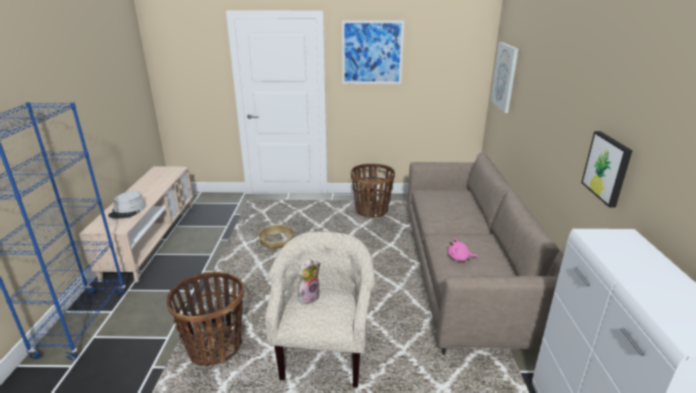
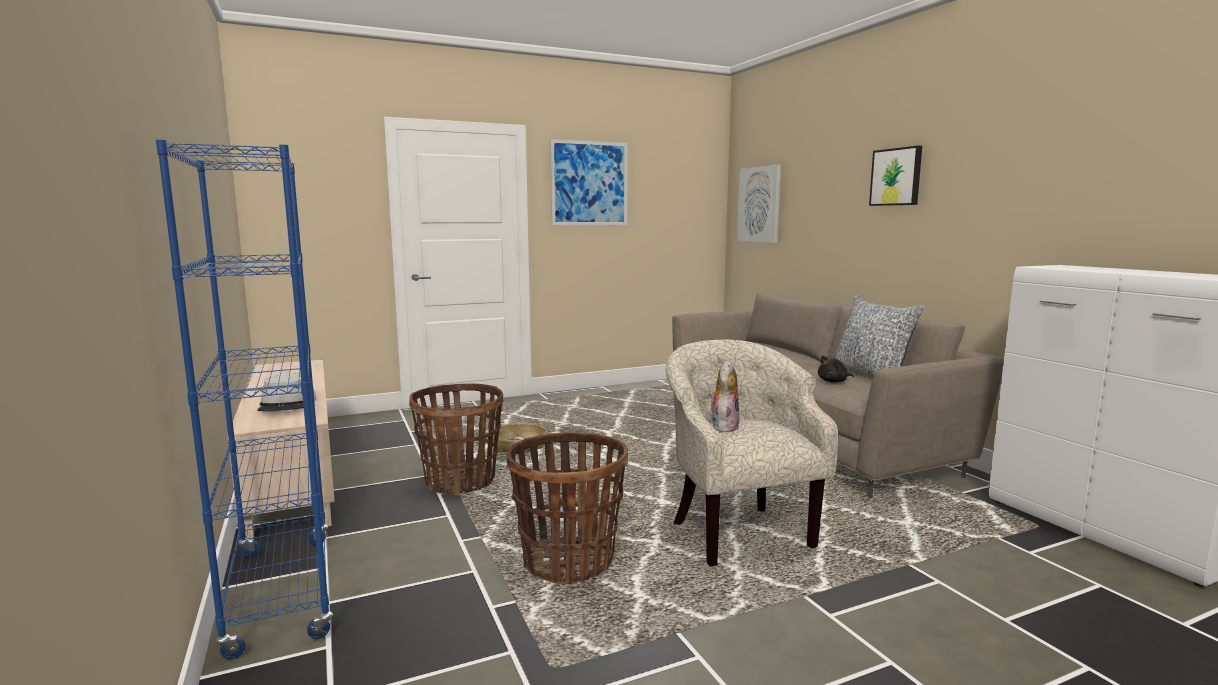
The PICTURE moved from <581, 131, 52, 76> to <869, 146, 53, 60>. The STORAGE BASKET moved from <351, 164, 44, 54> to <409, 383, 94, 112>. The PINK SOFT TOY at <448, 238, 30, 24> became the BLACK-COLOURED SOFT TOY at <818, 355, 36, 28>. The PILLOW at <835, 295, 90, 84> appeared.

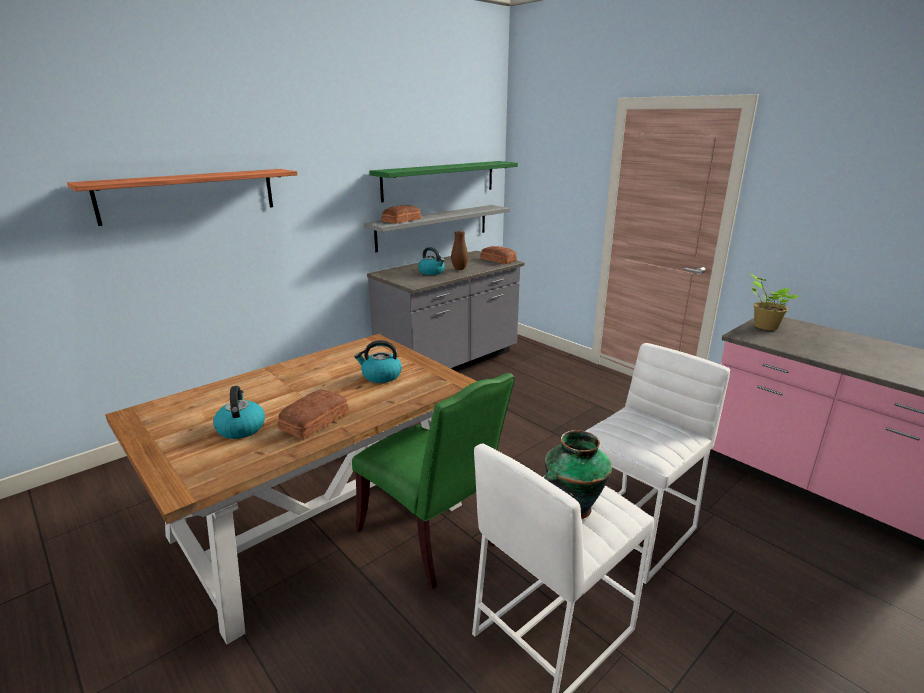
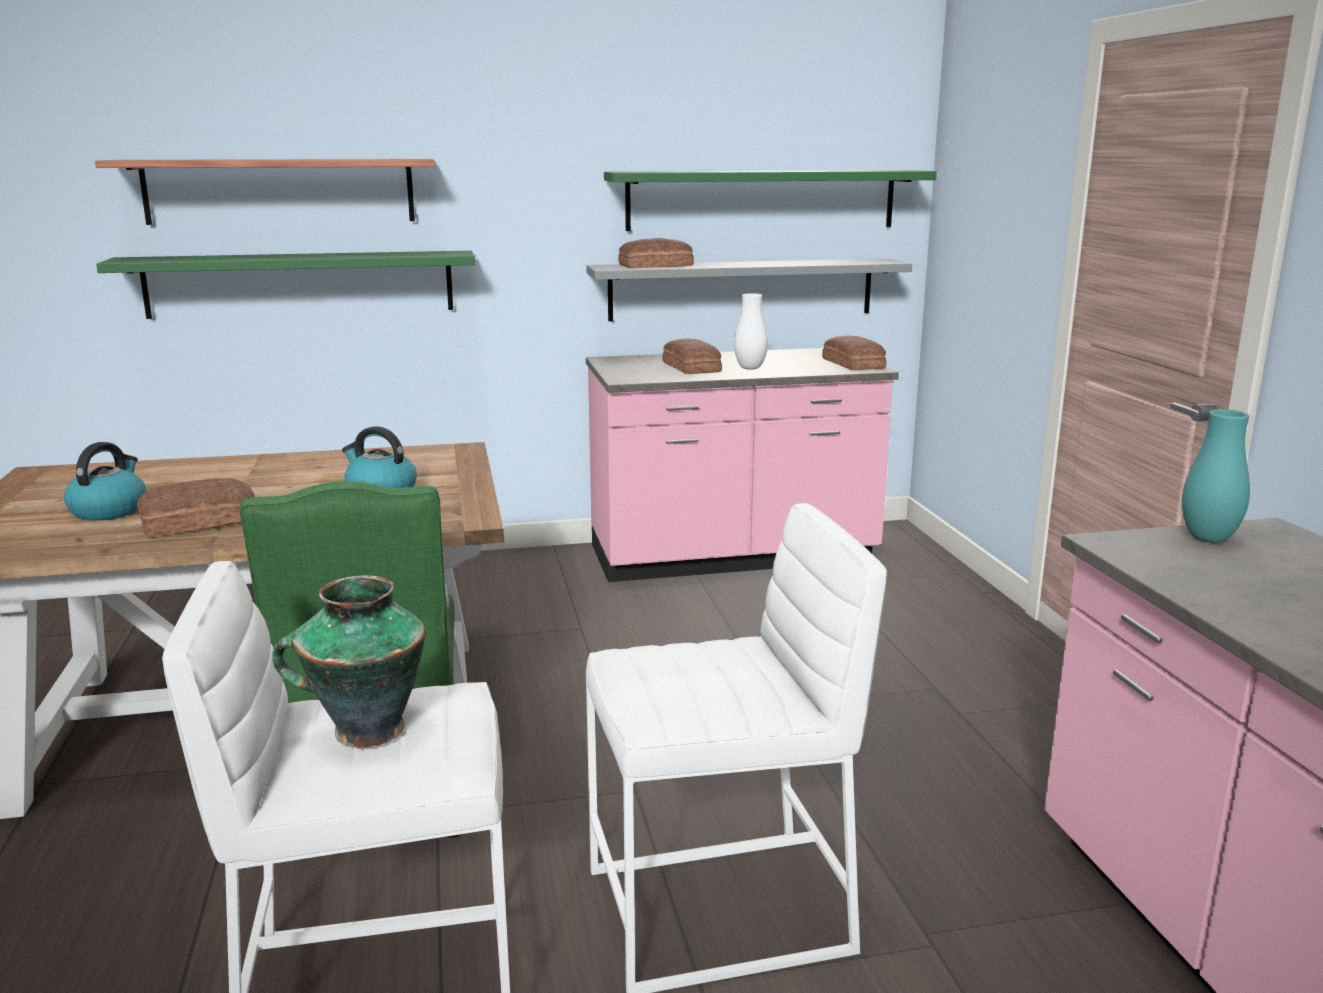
The BROWN VASE at <451, 231, 17, 39> became the WHITISH VASE at <734, 293, 34, 77>. The KETTLE at <418, 247, 27, 28> was replaced by the BAKERY BREAD at <663, 338, 59, 36>. The GREYISH KITCHEN BASE UNIT at <367, 251, 157, 121> became the PINK KITCHEN BASE UNIT at <586, 348, 313, 234>. The POTTED PLANT at <749, 273, 49, 57> was replaced by the BLUE-GREEN VASE at <1182, 409, 68, 134>. The GREEN SHELF at <96, 251, 379, 68> appeared.

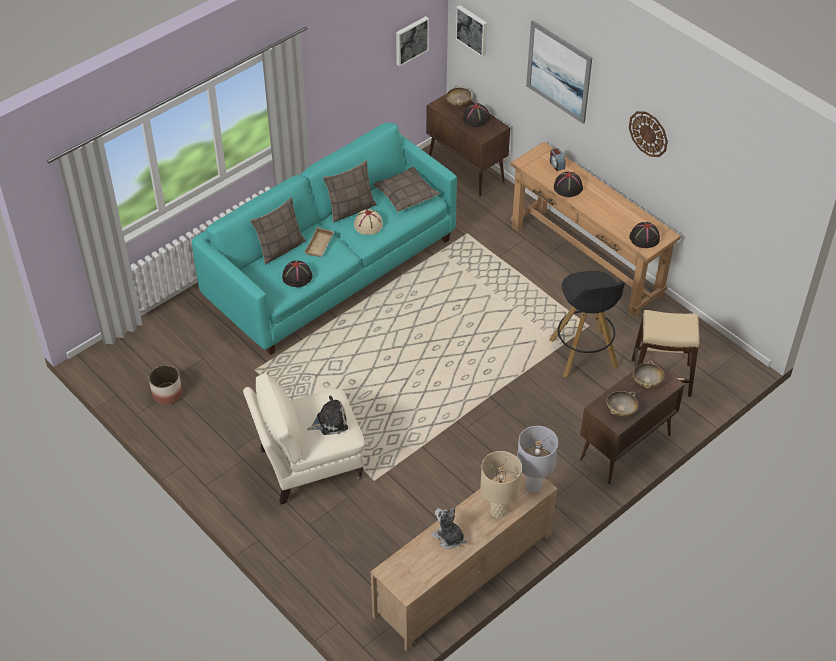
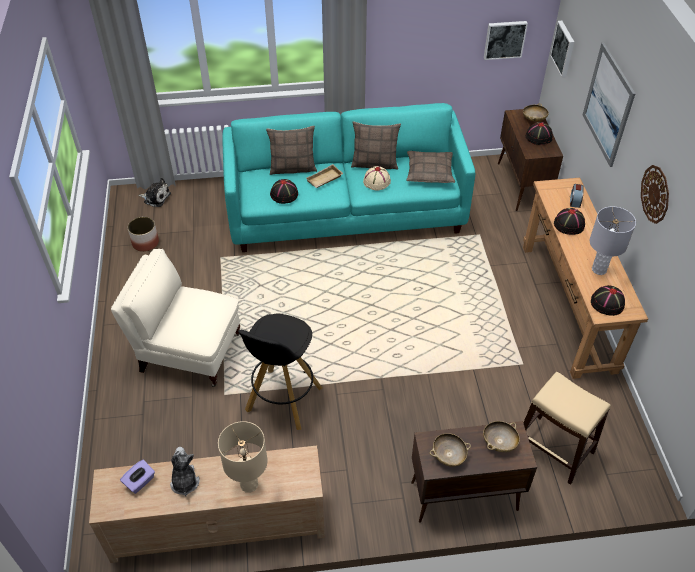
The BLACK-COLOURED STOOL moved from <549, 271, 76, 106> to <238, 314, 84, 116>. The SOFT TOY moved from <307, 396, 41, 39> to <138, 178, 33, 29>. The GREYISH TABLE LAMP moved from <517, 426, 41, 67> to <590, 206, 46, 69>. The PURPLISH TISSUE BOX at <120, 460, 35, 34> appeared.

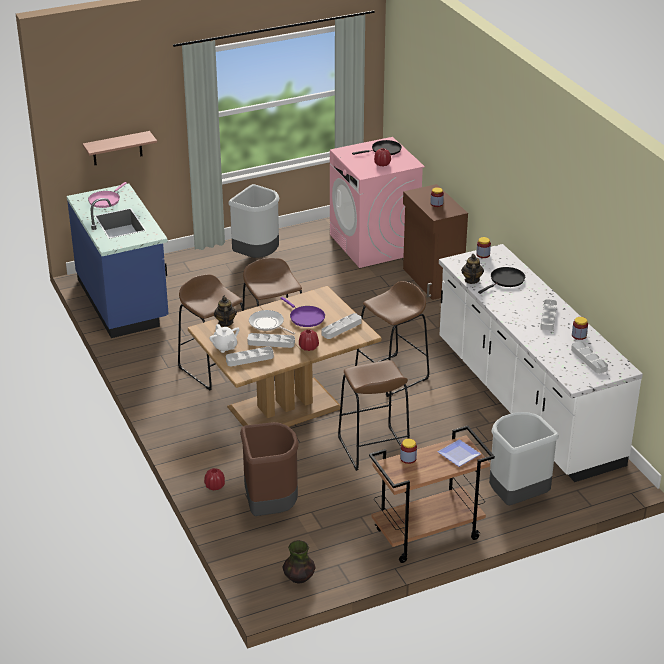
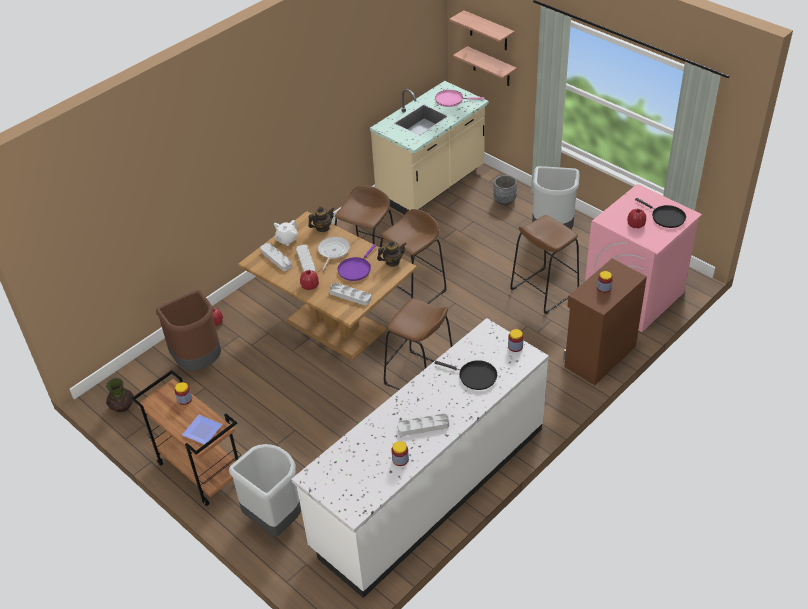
The BLUISH KITCHEN BASE UNIT at <67, 183, 102, 155> became the BEIGE-COLOURED KITCHEN BASE UNIT at <370, 81, 119, 134>. The POT FOR TEA moved from <461, 254, 23, 30> to <377, 240, 29, 27>. The GREYISH CARRYING TRAY at <571, 341, 37, 33> disappeared. The BROWN STOOL moved from <338, 360, 72, 111> to <510, 215, 69, 99>. The SHELF at <449, 10, 66, 40> appeared. The GREYISH PLANTER at <493, 175, 24, 31> appeared.

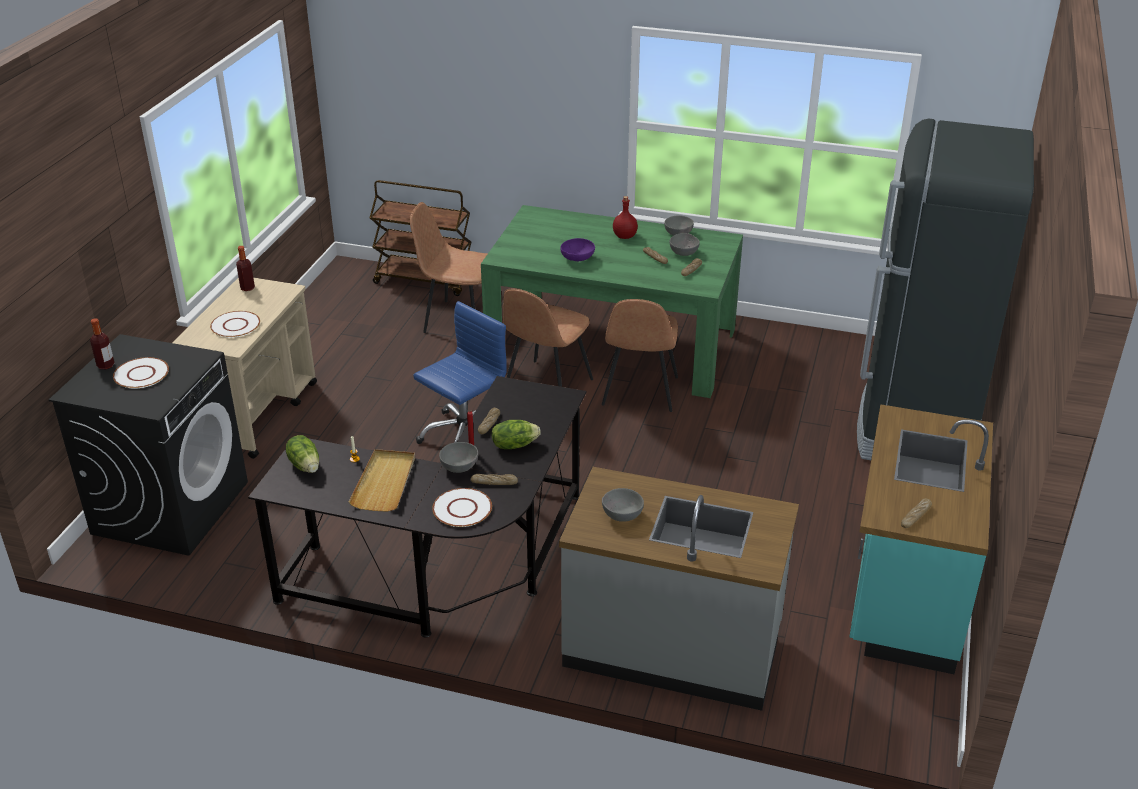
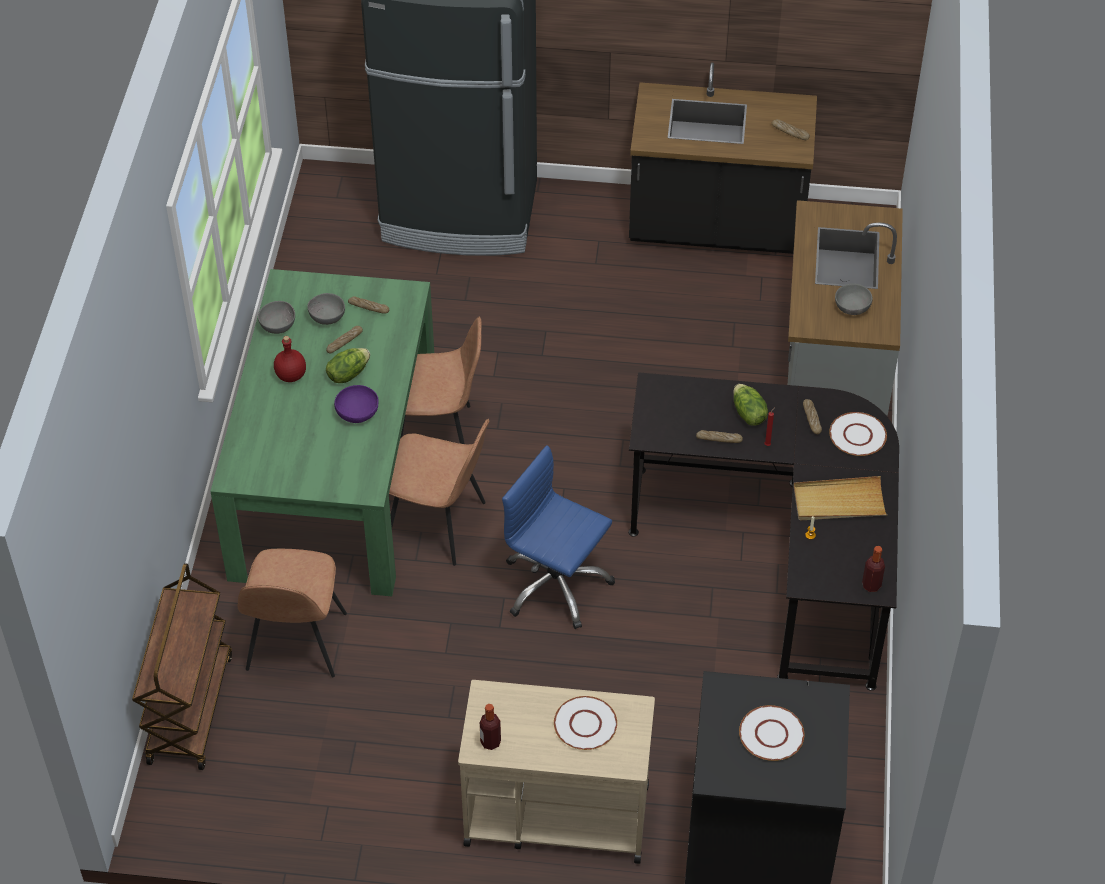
The DRINK BOTTLE moved from <90, 318, 25, 51> to <862, 546, 23, 46>. The BLUE-GREEN KITCHEN BASE UNIT at <849, 404, 144, 270> became the BLACK-COLOURED KITCHEN BASE UNIT at <629, 62, 188, 192>. The HEAD OF LETTUCE moved from <286, 435, 33, 38> to <326, 348, 44, 35>. The GREYISH SERVING BOWL at <439, 442, 39, 31> disappeared.

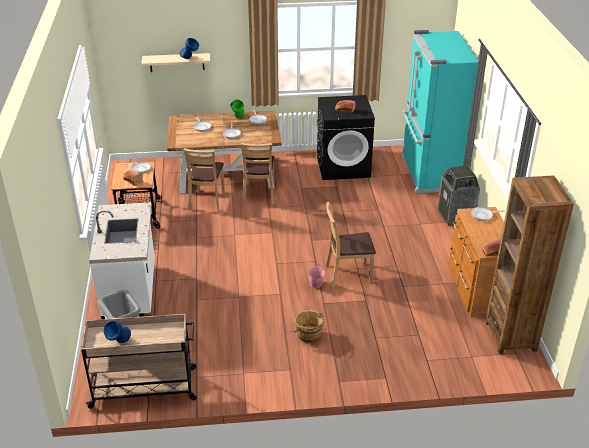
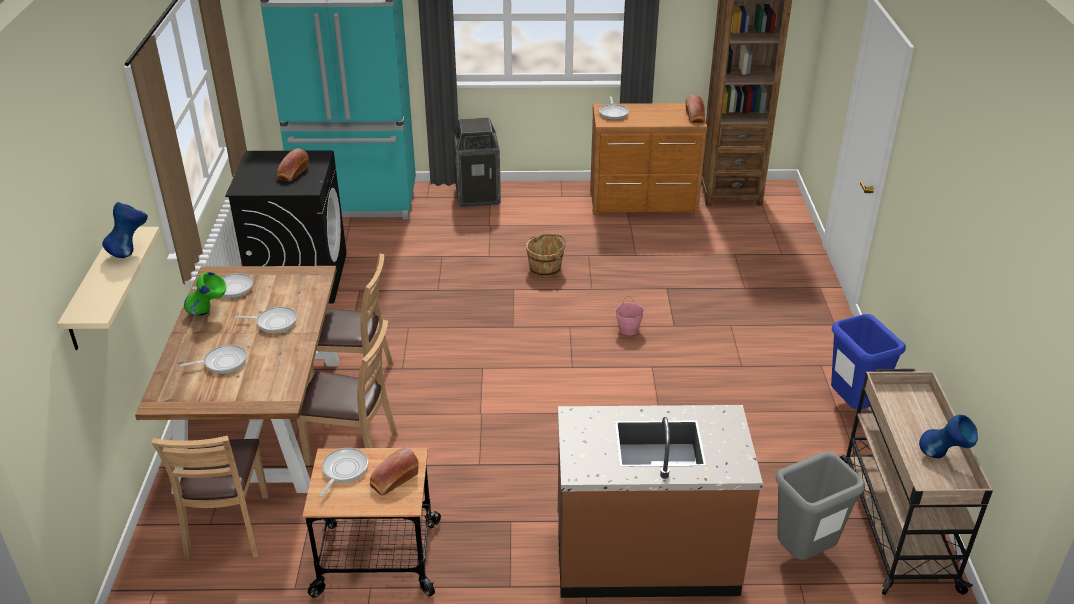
The WHITISH KITCHEN BASE UNIT at <89, 202, 66, 117> became the BROWN KITCHEN BASE UNIT at <558, 405, 205, 193>. The BROWN UPRIGHT CHAIR moved from <326, 202, 50, 85> to <151, 436, 118, 124>. The BROWN PAIL moved from <294, 310, 30, 33> to <526, 234, 40, 43>. The BLUISH TRASH CAN at <831, 314, 75, 95> appeared.

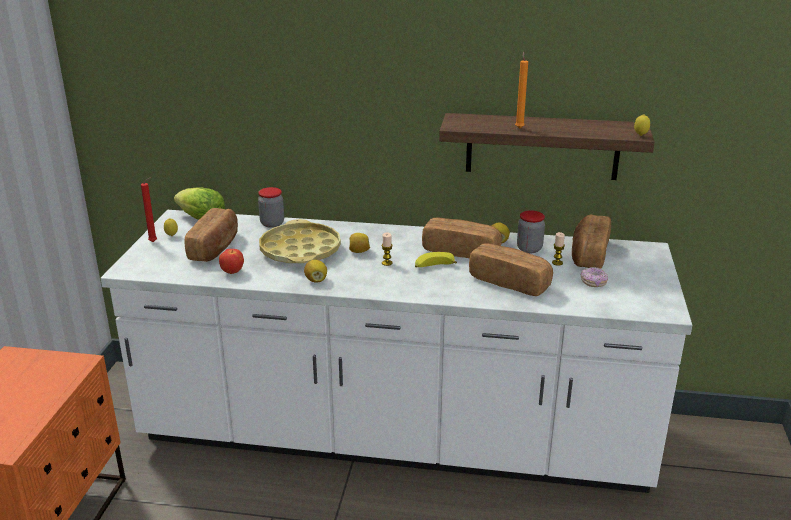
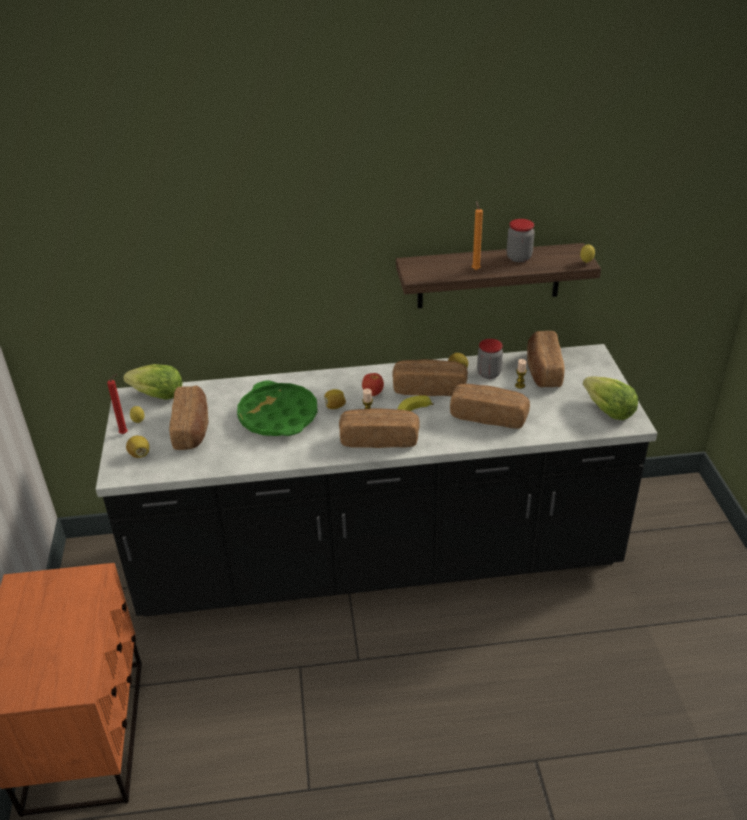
The PRESERVE JAR moved from <258, 187, 26, 41> to <507, 219, 28, 43>. The WHITISH KITCHEN BASE UNIT at <100, 210, 592, 283> became the BLACK-COLOURED KITCHEN BASE UNIT at <96, 344, 561, 273>. The YELLOWISH CARRYING TRAY at <259, 219, 82, 44> became the GREEN CARRYING TRAY at <237, 381, 81, 55>. The APPLE FRUIT moved from <219, 249, 25, 25> to <362, 373, 22, 23>. The WHOLE LEMON moved from <304, 259, 23, 24> to <126, 436, 23, 22>. The DONUT at <581, 267, 27, 20> disappeared. The HEAD OF LETTUCE at <583, 376, 55, 44> appeared. The BAKERY BREAD at <339, 408, 80, 40> appeared.

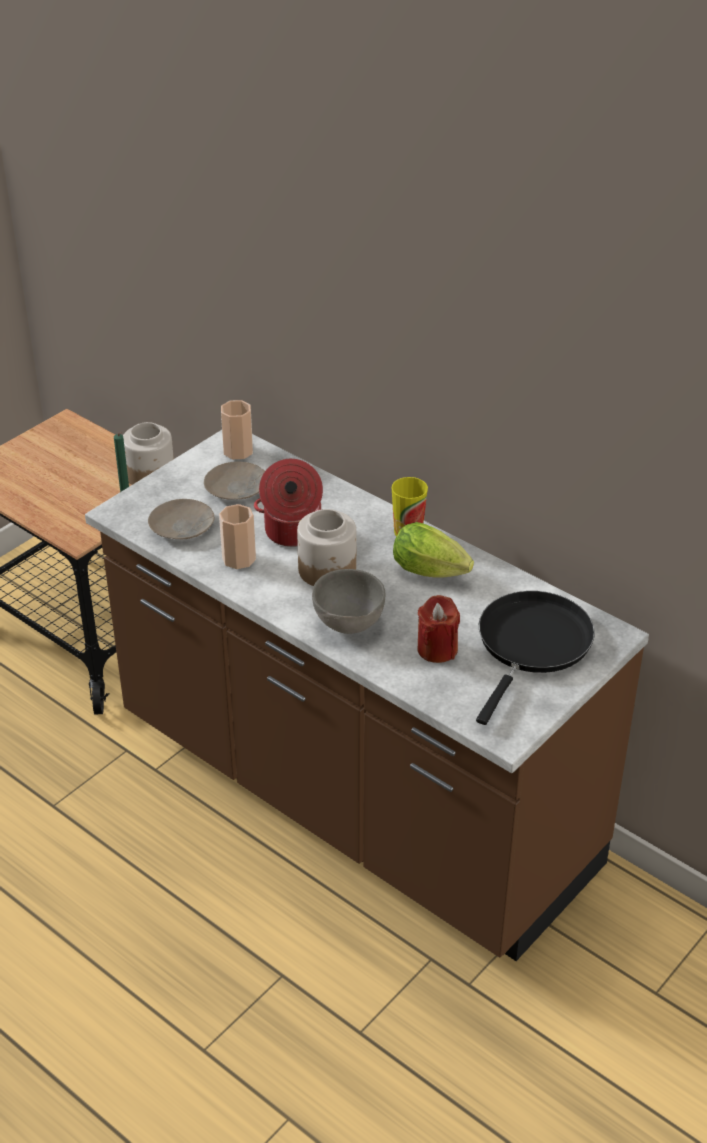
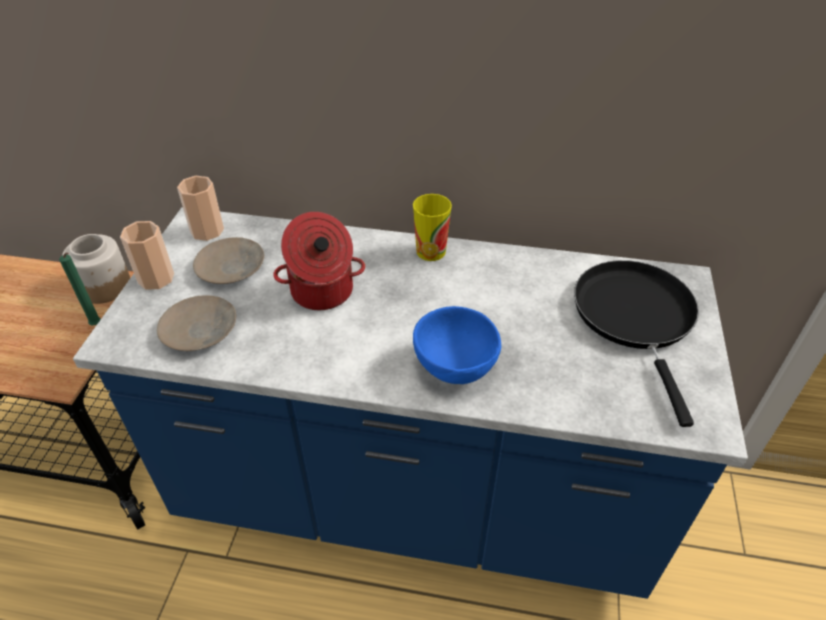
The BROWN KITCHEN BASE UNIT at <85, 430, 564, 531> became the BLUISH KITCHEN BASE UNIT at <73, 207, 675, 392>. The DRINKING CUP moved from <219, 504, 37, 65> to <120, 221, 54, 69>. The PRESERVE JAR at <297, 509, 59, 77> disappeared. The HEAD OF LETTUCE at <393, 522, 81, 56> disappeared. The GREYISH SERVING BOWL at <312, 569, 73, 65> became the BLUISH SERVING BOWL at <413, 306, 88, 78>. The RED-COLOURED WAX CANDLE at <417, 595, 43, 68> disappeared.

